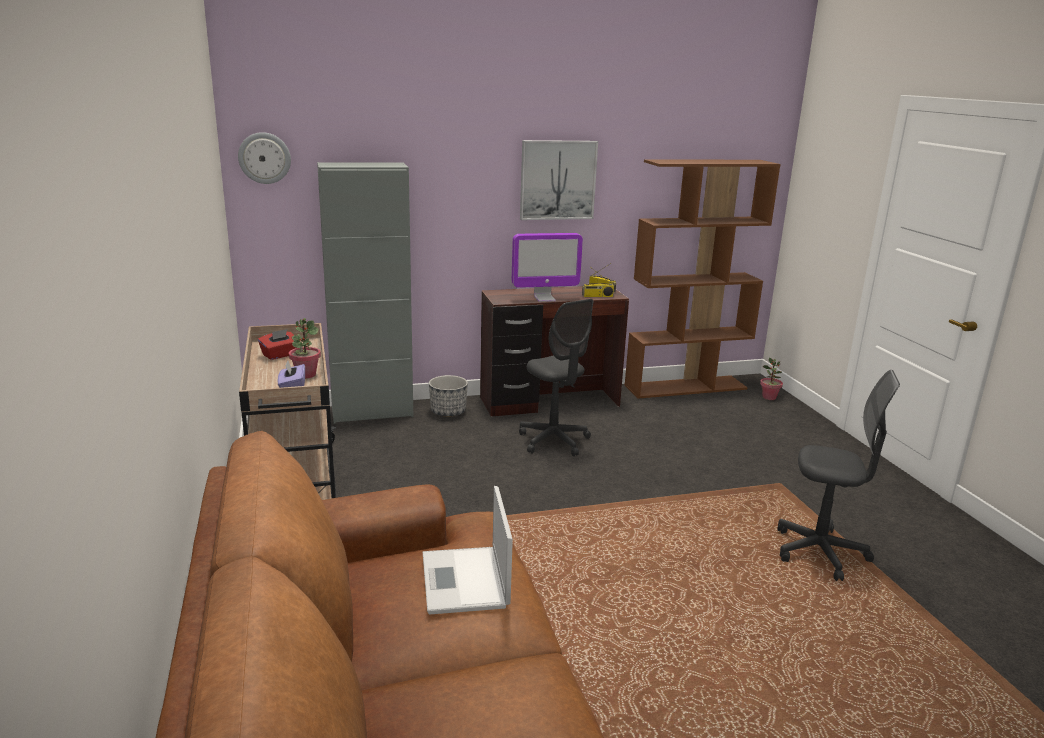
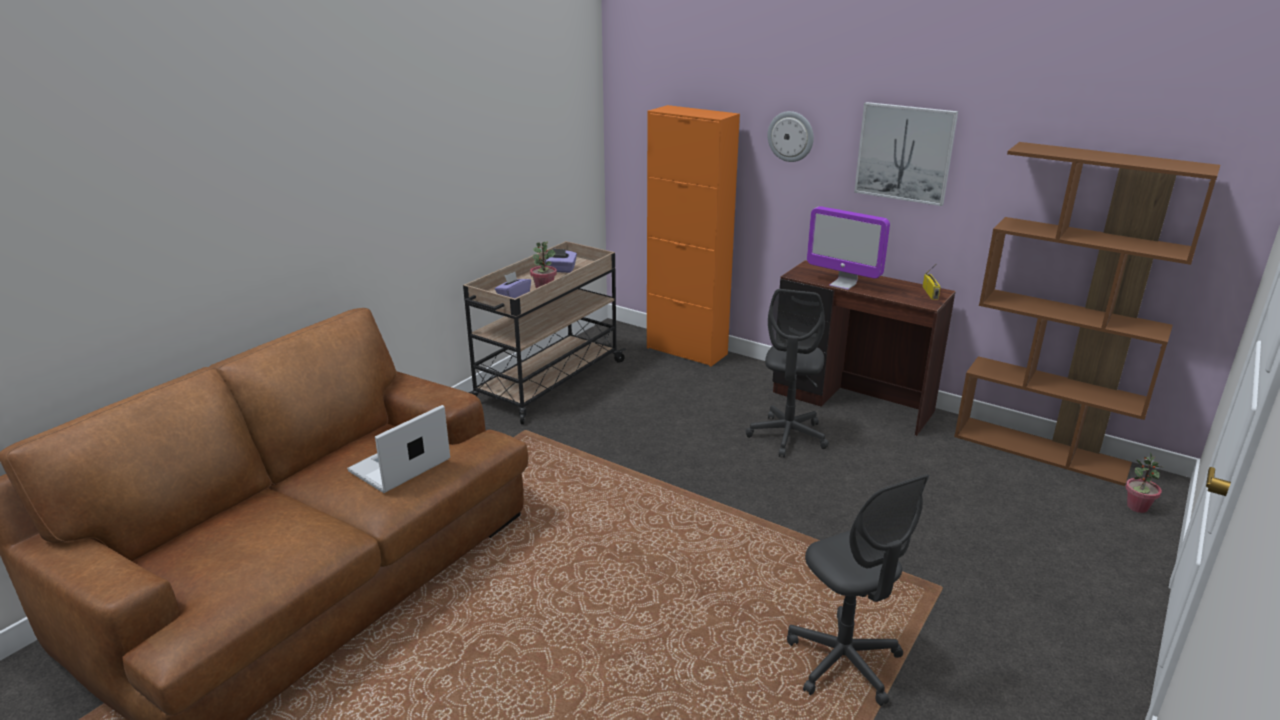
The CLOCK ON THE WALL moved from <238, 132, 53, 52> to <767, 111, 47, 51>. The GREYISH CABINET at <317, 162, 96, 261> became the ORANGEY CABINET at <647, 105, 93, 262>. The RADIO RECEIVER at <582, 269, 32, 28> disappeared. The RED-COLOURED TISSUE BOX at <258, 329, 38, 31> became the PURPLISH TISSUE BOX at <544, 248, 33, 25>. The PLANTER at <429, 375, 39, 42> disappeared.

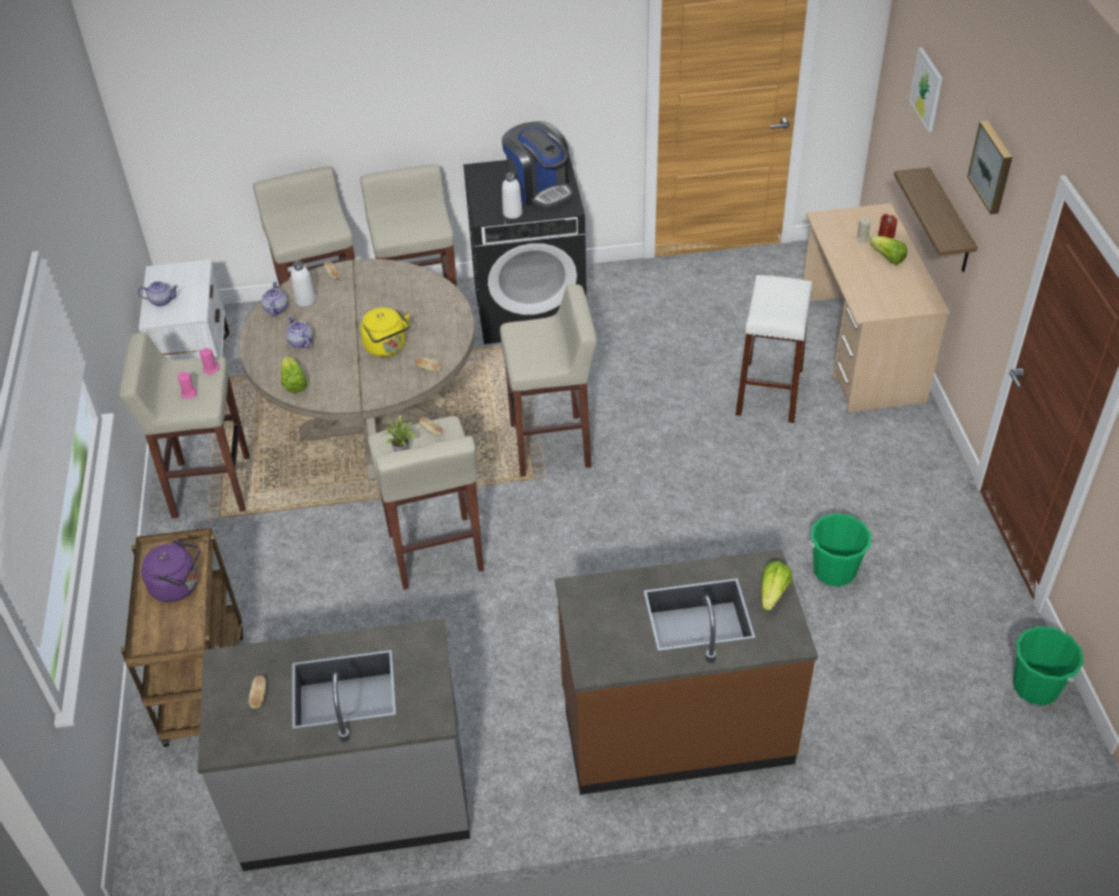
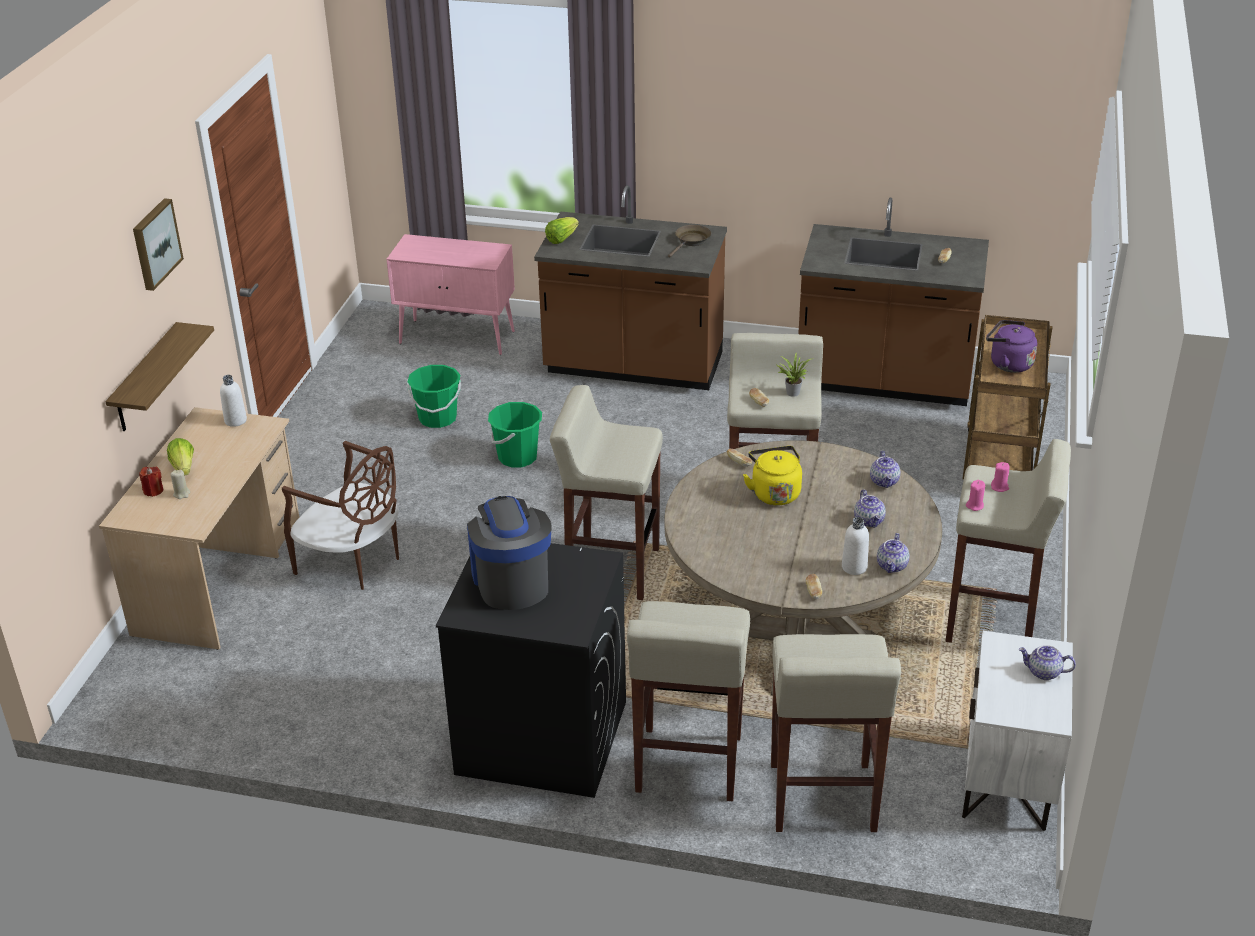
The PICTURE at <909, 48, 33, 84> disappeared. The WHITISH DRINK BOTTLE moved from <502, 172, 21, 47> to <220, 375, 27, 52>. The WHITISH STOOL at <735, 275, 77, 148> was replaced by the BROWN UPRIGHT CHAIR at <282, 441, 117, 149>. The HEAD OF LETTUCE at <281, 356, 26, 37> was replaced by the POT FOR TEA at <870, 451, 30, 37>. The GREYISH KITCHEN BASE UNIT at <197, 618, 273, 253> became the BROWN KITCHEN BASE UNIT at <798, 198, 191, 208>. The GREEN PAIL moved from <1013, 626, 71, 79> to <488, 402, 54, 66>. The BROWN FRYING PAN at <668, 225, 43, 33> appeared. The PINK CABINET at <386, 234, 129, 121> appeared.

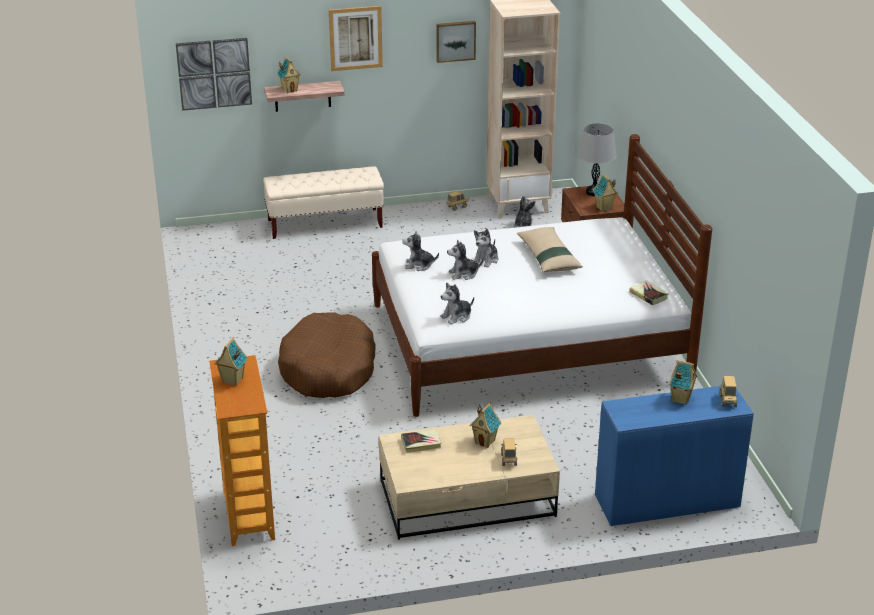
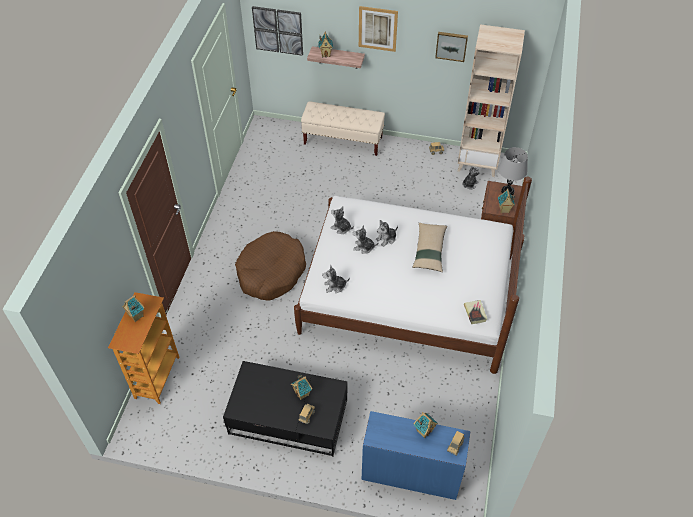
The BEIGE-COLOURED COFFEE TABLE at <379, 415, 181, 125> became the BLACK-COLOURED COFFEE TABLE at <223, 361, 125, 96>. The BOUND BOOK at <401, 430, 40, 23> disappeared.

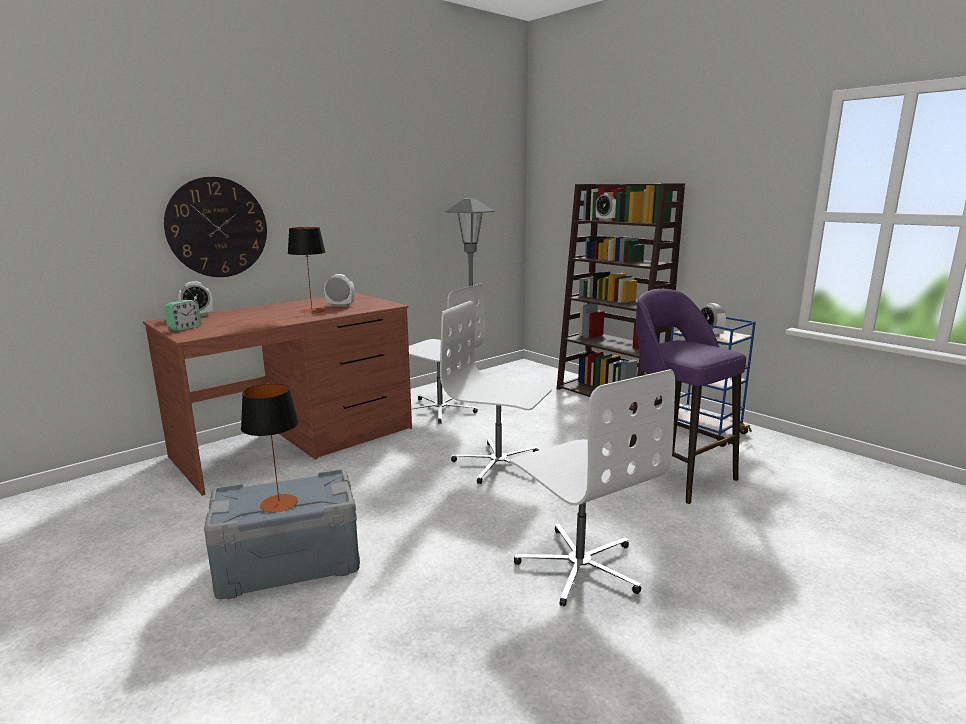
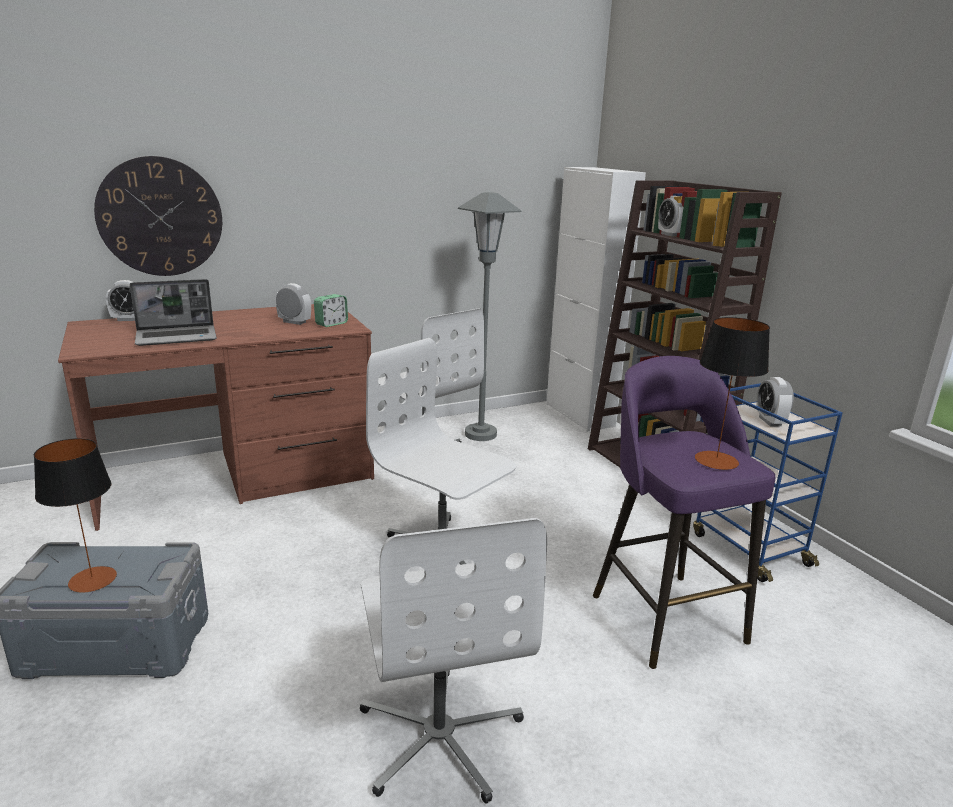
The TABLE LAMP moved from <288, 227, 38, 87> to <695, 317, 75, 153>. The ALARM CLOCK moved from <164, 300, 37, 31> to <314, 294, 34, 33>. The WHITISH CABINET at <546, 167, 100, 265> appeared. The NOTEBOOK COMPUTER at <130, 279, 87, 67> appeared.

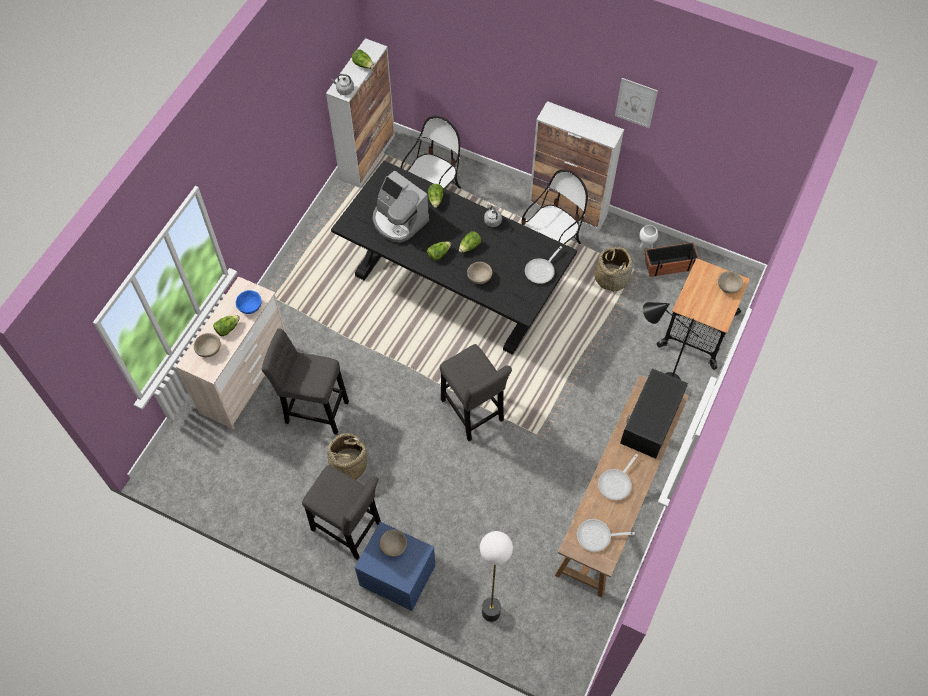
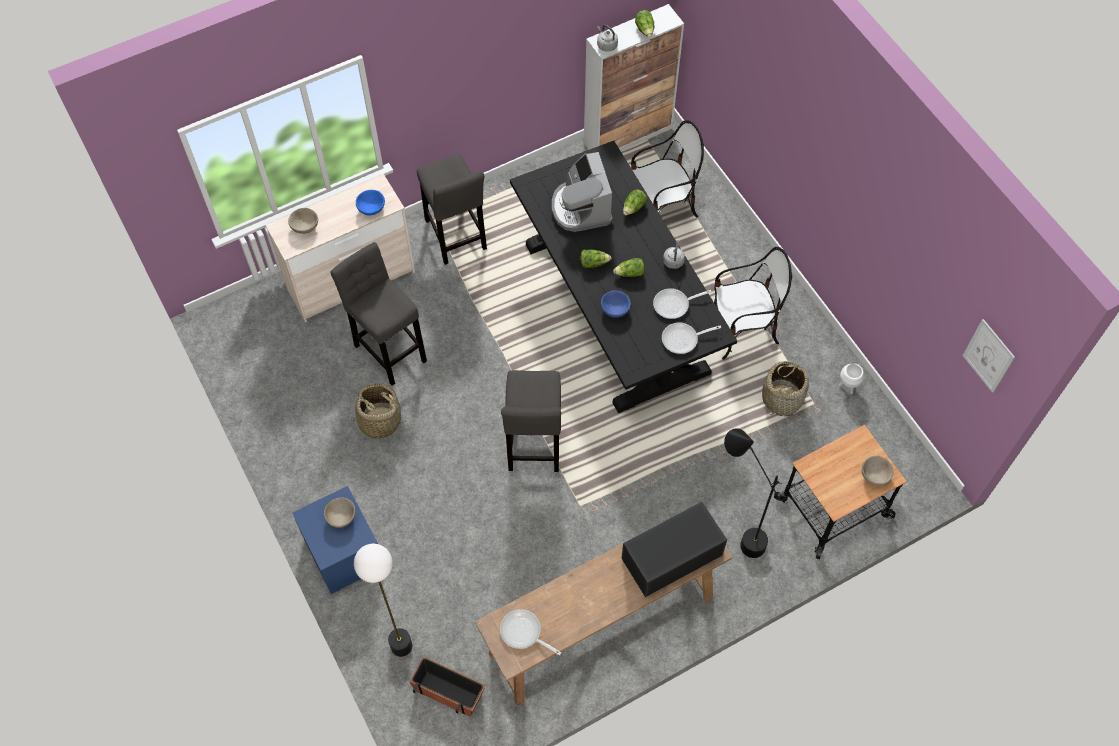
The PICTURE moved from <615, 78, 43, 50> to <963, 319, 52, 74>. The CABINET at <529, 101, 95, 131> disappeared. The PLANTER moved from <645, 242, 54, 35> to <409, 656, 76, 61>. The BEIGE-COLOURED SERVING BOWL at <467, 262, 25, 22> became the BLUISH SERVING BOWL at <601, 291, 30, 27>. The HEAD OF LETTUCE at <213, 315, 27, 21> disappeared. The FRYING PAN moved from <598, 454, 40, 46> to <653, 288, 58, 31>. The GREYISH STOOL moved from <302, 465, 79, 95> to <417, 153, 70, 112>.

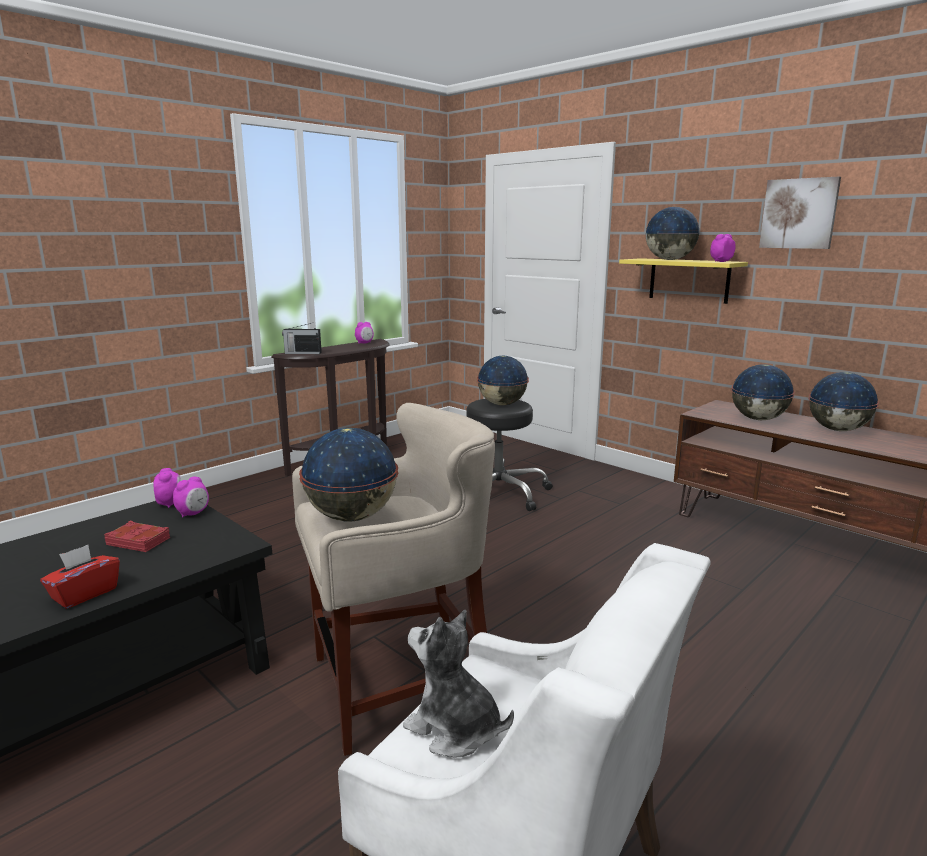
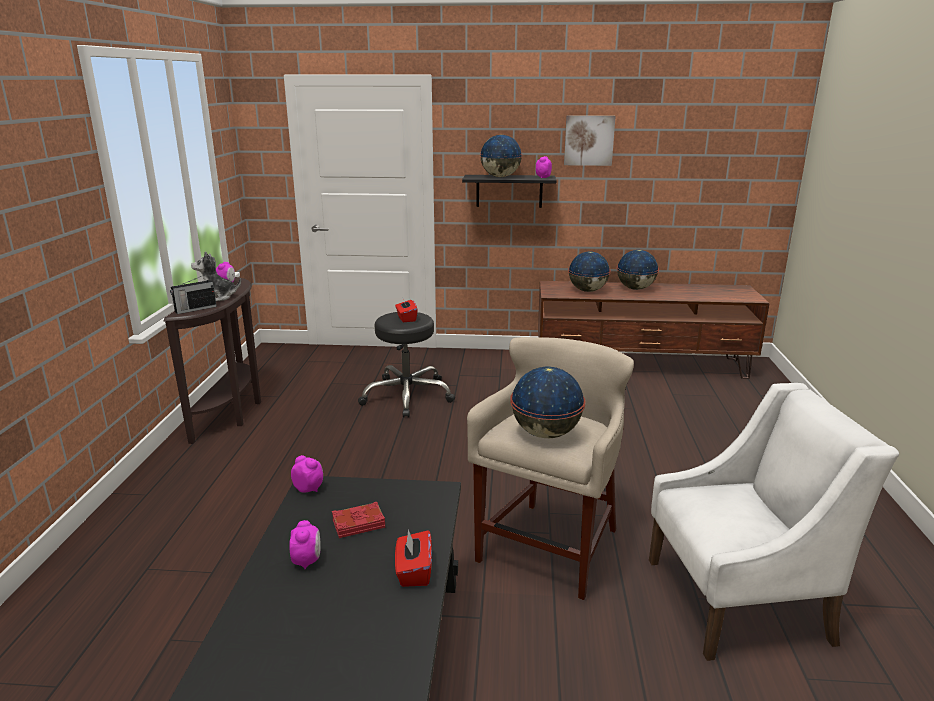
The YELLOWISH SHELF at <619, 258, 129, 46> became the BLACK-COLOURED SHELF at <462, 175, 94, 33>. The WORLD GLOBE at <477, 356, 52, 49> was replaced by the RED-COLOURED TISSUE BOX at <395, 299, 23, 23>. The ALARM CLOCK moved from <173, 477, 36, 40> to <289, 520, 32, 50>. The SOFT TOY moved from <403, 610, 111, 148> to <191, 251, 50, 50>.

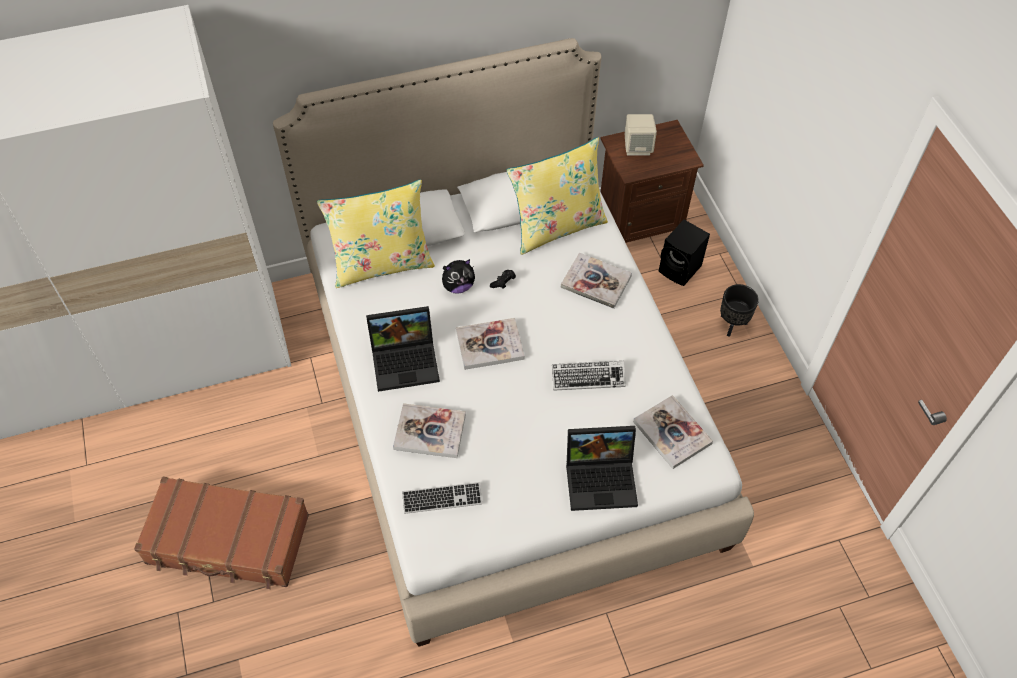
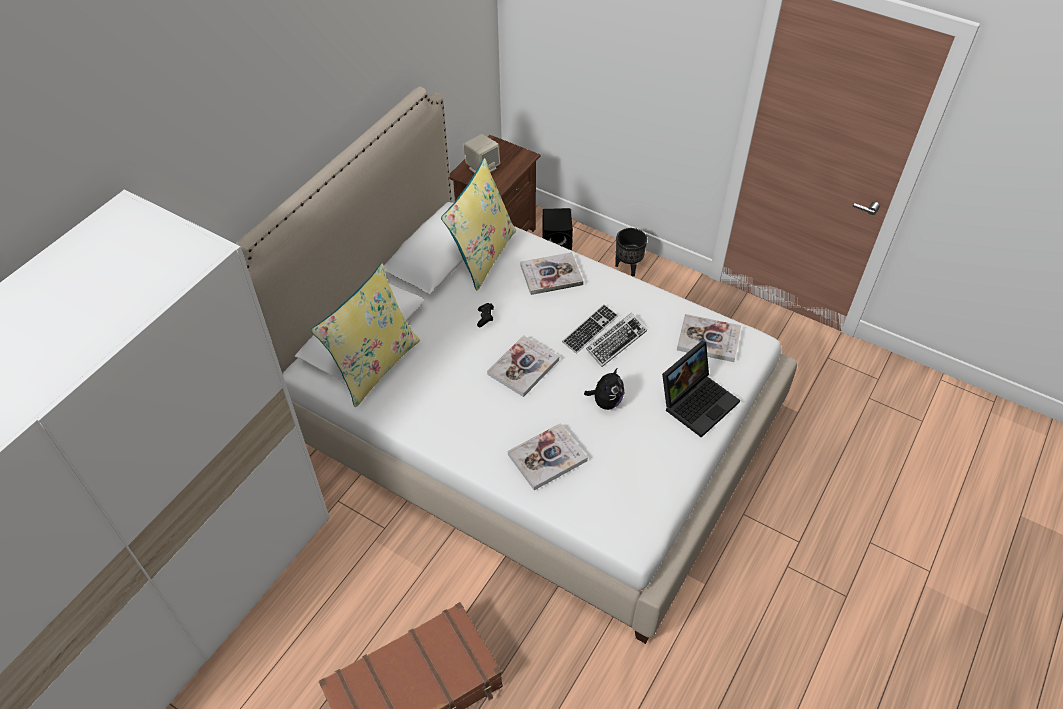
The SOFT TOY moved from <442, 259, 33, 35> to <584, 367, 40, 43>. The NOTEBOOK COMPUTER at <366, 306, 74, 86> disappeared. The PC KEYBOARD moved from <402, 482, 80, 32> to <562, 304, 56, 50>.

